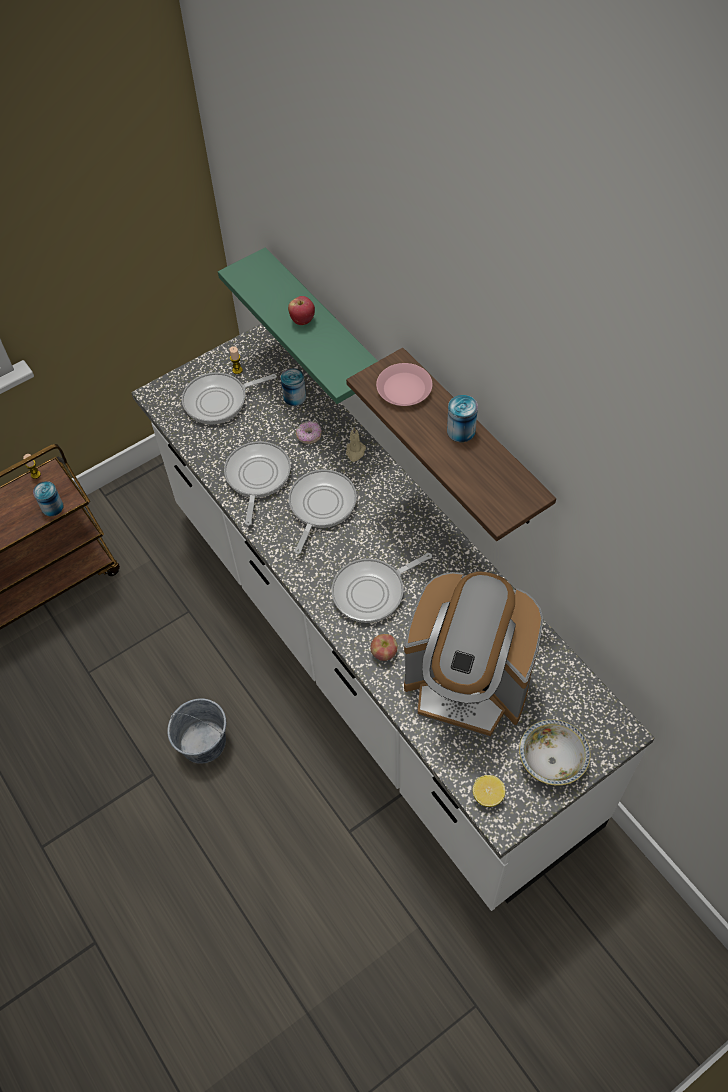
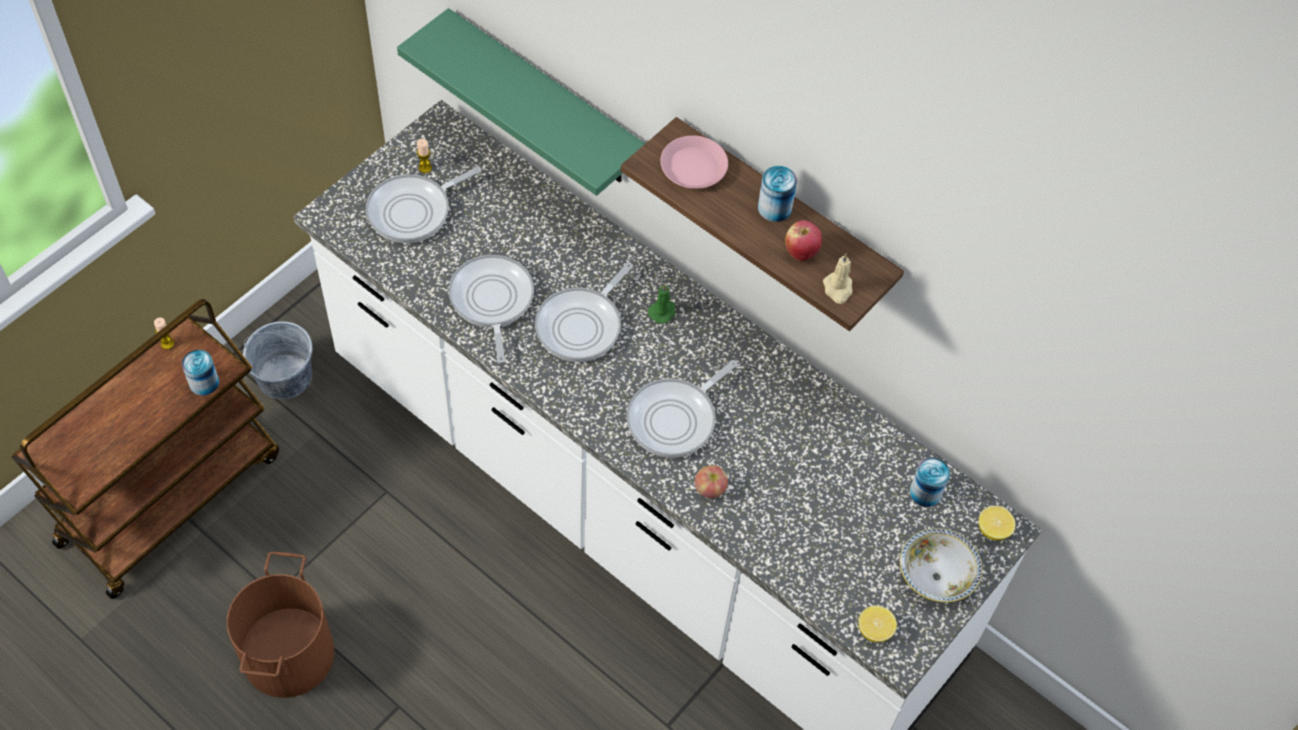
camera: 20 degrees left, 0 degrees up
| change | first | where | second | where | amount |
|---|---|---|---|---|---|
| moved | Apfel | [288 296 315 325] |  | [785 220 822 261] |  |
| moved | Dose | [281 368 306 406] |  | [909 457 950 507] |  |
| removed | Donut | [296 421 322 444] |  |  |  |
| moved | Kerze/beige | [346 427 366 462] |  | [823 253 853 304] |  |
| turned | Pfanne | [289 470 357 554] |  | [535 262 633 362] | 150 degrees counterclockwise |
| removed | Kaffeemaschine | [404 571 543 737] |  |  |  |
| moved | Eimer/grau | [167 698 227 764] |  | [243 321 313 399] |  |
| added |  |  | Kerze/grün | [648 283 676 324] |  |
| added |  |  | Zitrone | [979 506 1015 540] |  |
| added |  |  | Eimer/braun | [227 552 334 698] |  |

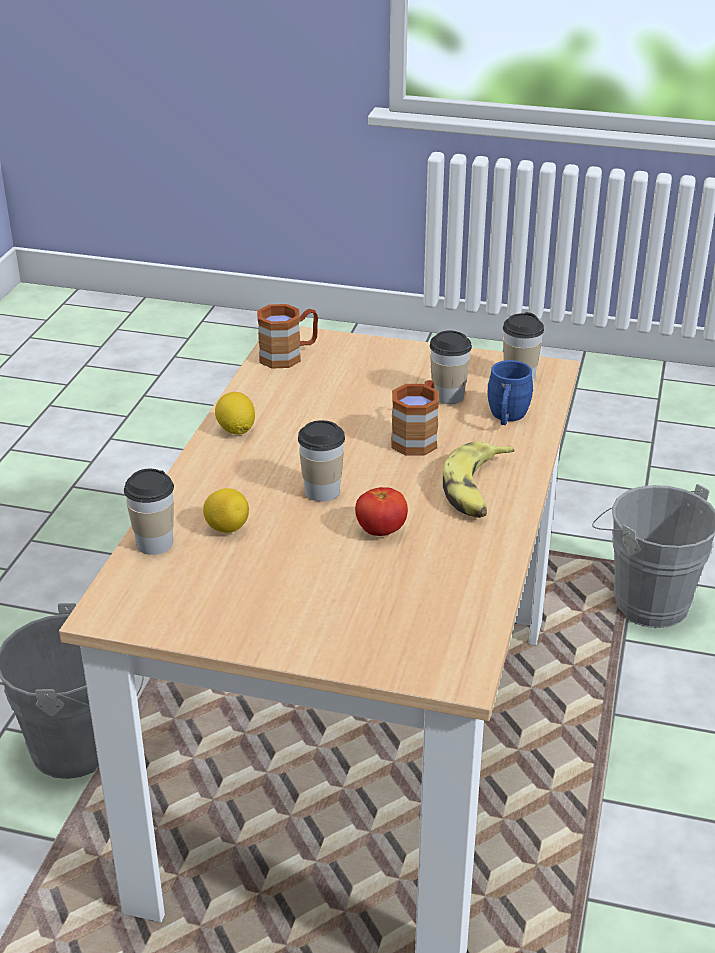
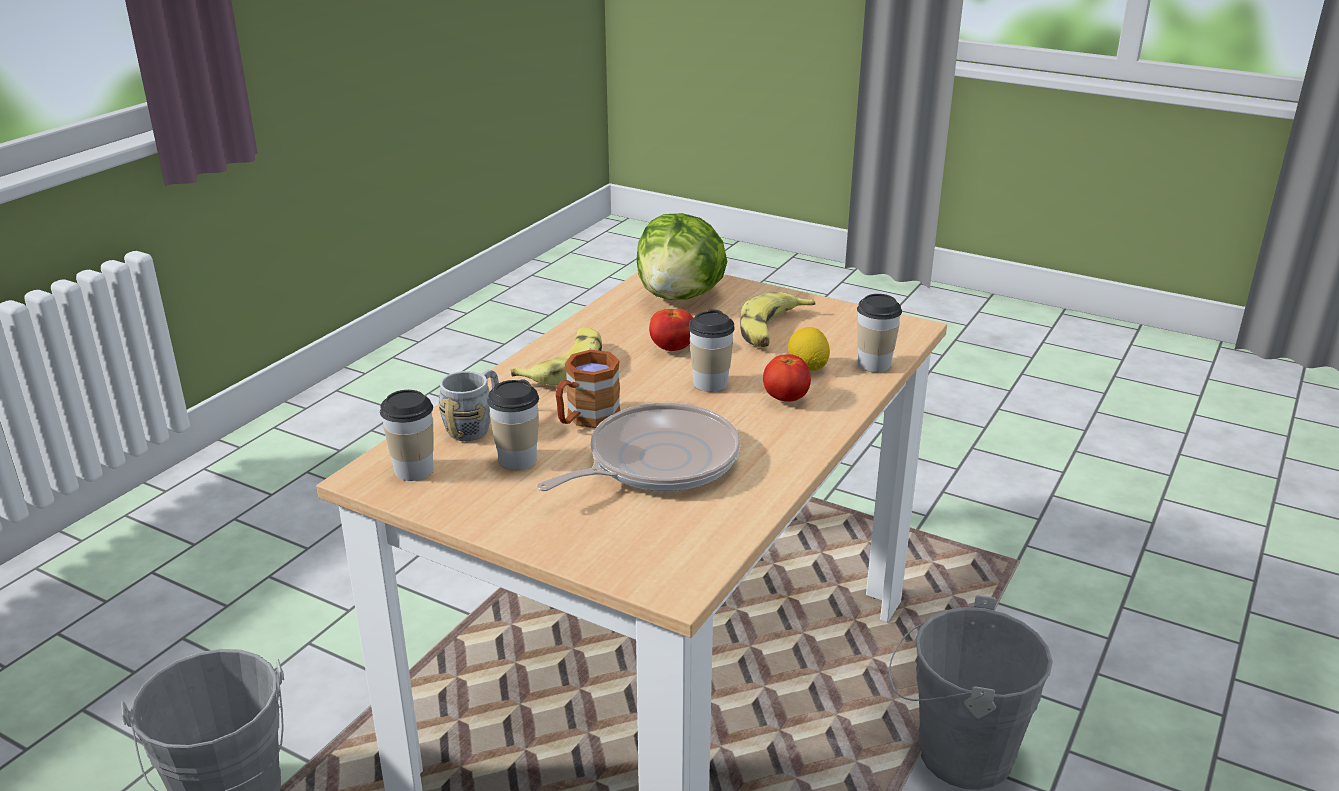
camera: 165 degrees left, 5 degrees down
| change | first | where | second | where | amount |
|---|---|---|---|---|---|
| removed | Henkelbecher/braun | [257 304 318 369] |  |  |  |
| recoloured | Henkelbecher/blau | [487 360 534 425] | Henkelbecher/grau | [438 369 499 441] |  |
| removed | Zitrone | [215 392 255 435] |  |  |  |
| added |  |  | Salatkopf | [636 213 727 300] |  |
| added |  |  | Banane | [740 292 816 348] |  |
| added |  |  | Tomate | [763 354 811 402] |  |
| added |  |  | Pfanne | [536 403 740 491] |  |

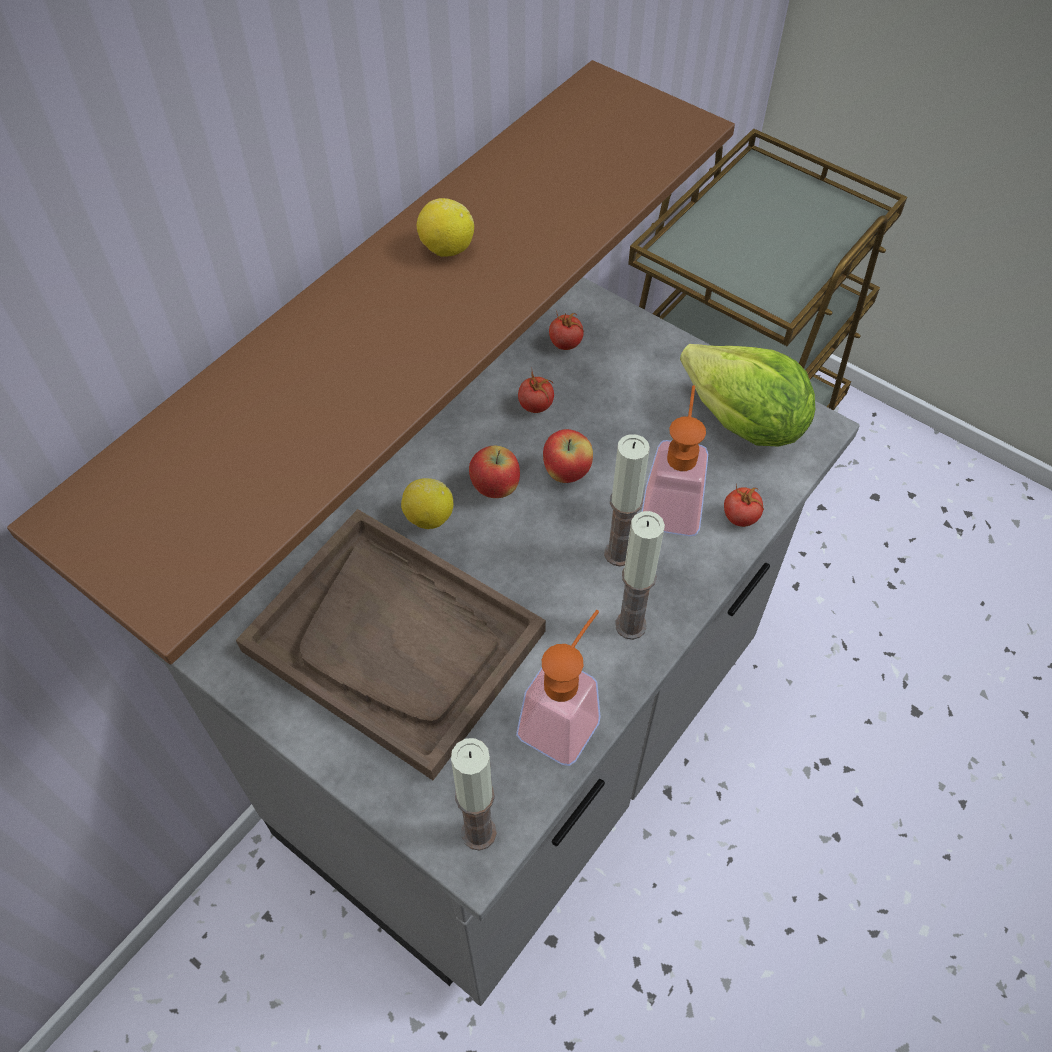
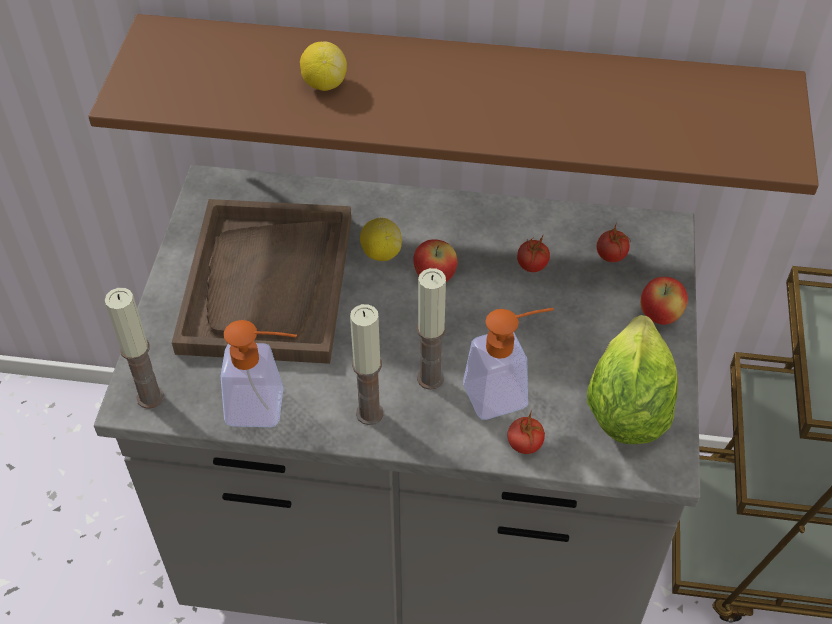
camera: 60 degrees right, 5 degrees down
| change | first | where | second | where | amount |
|---|---|---|---|---|---|
| moved | Zitrone | [417 198 474 257] |  | [300 41 347 91] |  |
| moved | Apfel | [543 429 593 483] |  | [640 277 688 325] |  |

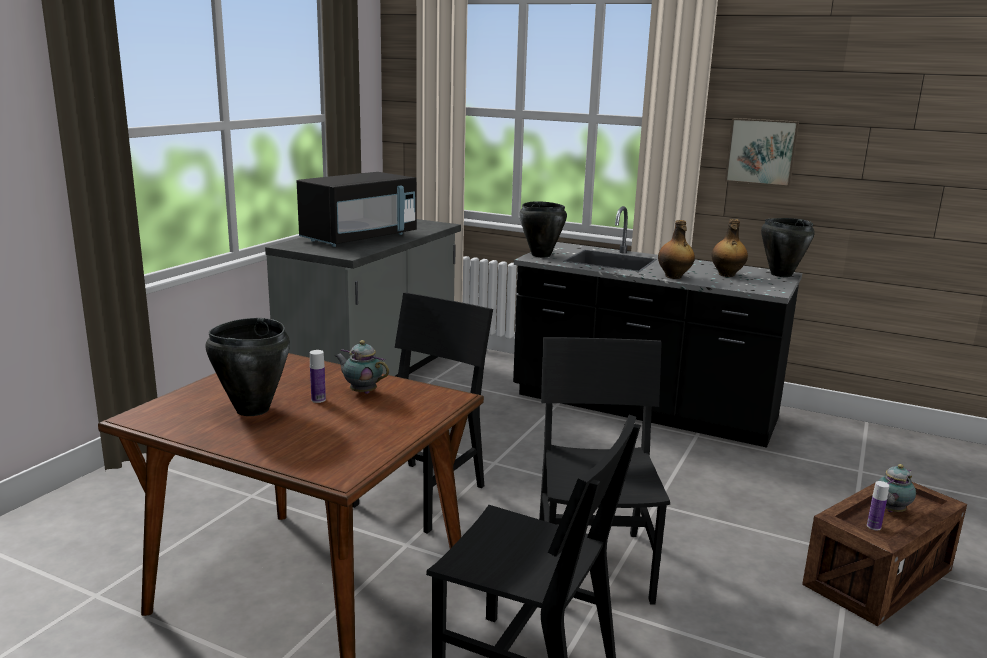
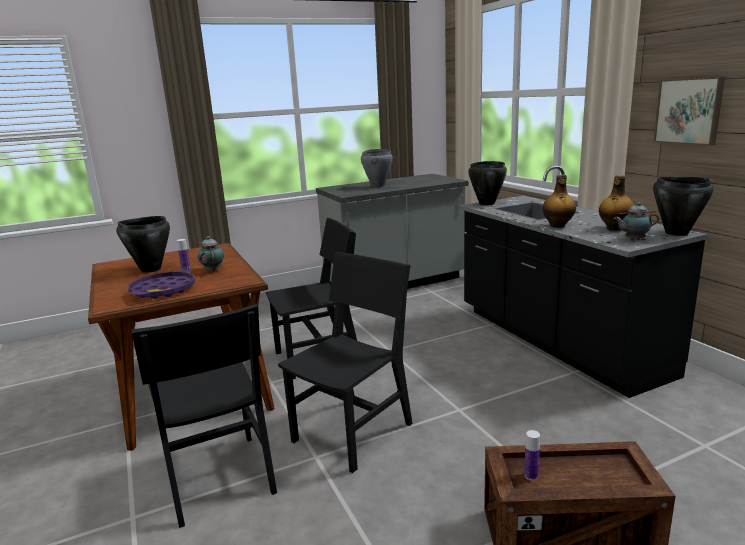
camera: 40 degrees right, 0 degrees up
| change | first | where | second | where | amount |
|---|---|---|---|---|---|
| replaced | Mikrowelle/schwarz | [297 172 417 247] | Kochtopf/grau | [361 149 393 187] |  |
| moved | Teekanne | [878 464 916 512] |  | [613 202 659 240] |  |
| added |  |  | Tablett/lila | [128 270 195 299] |  |

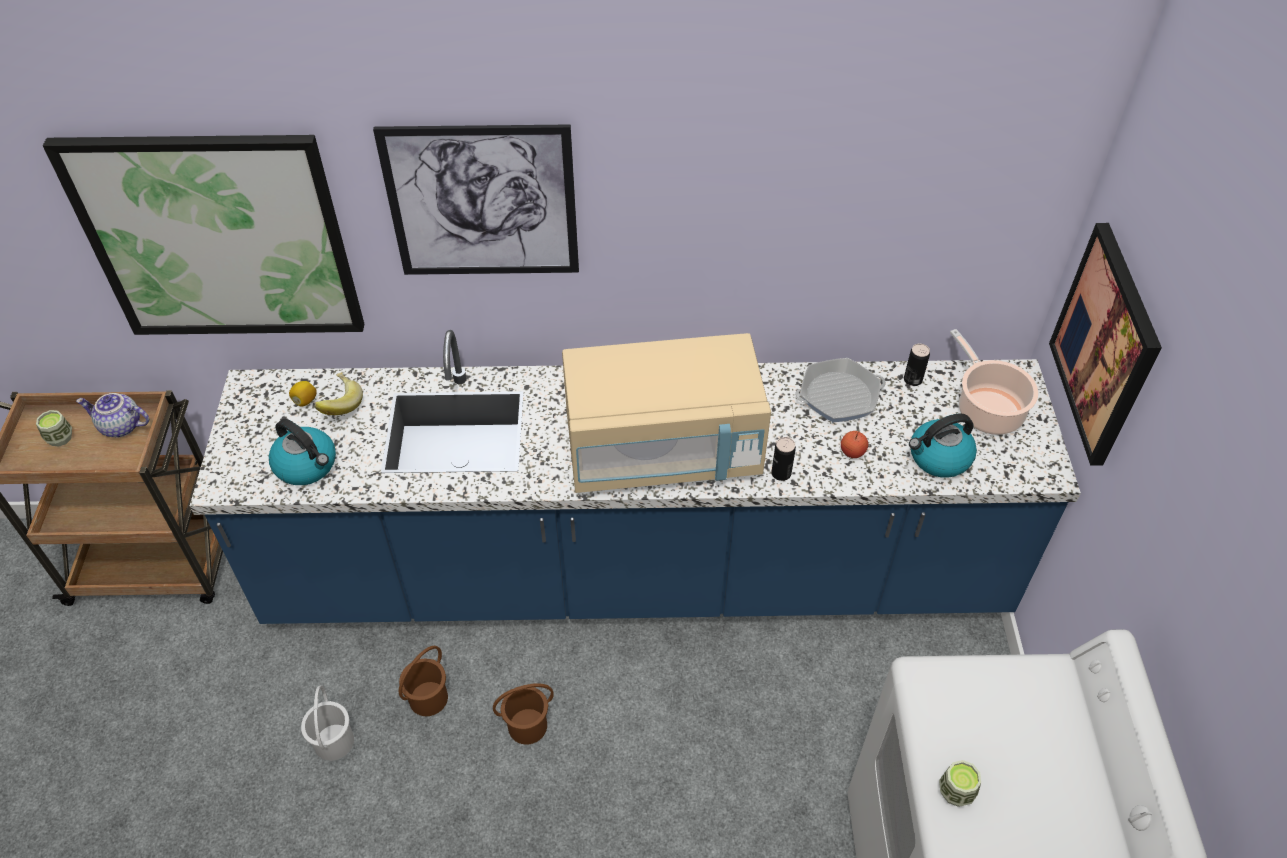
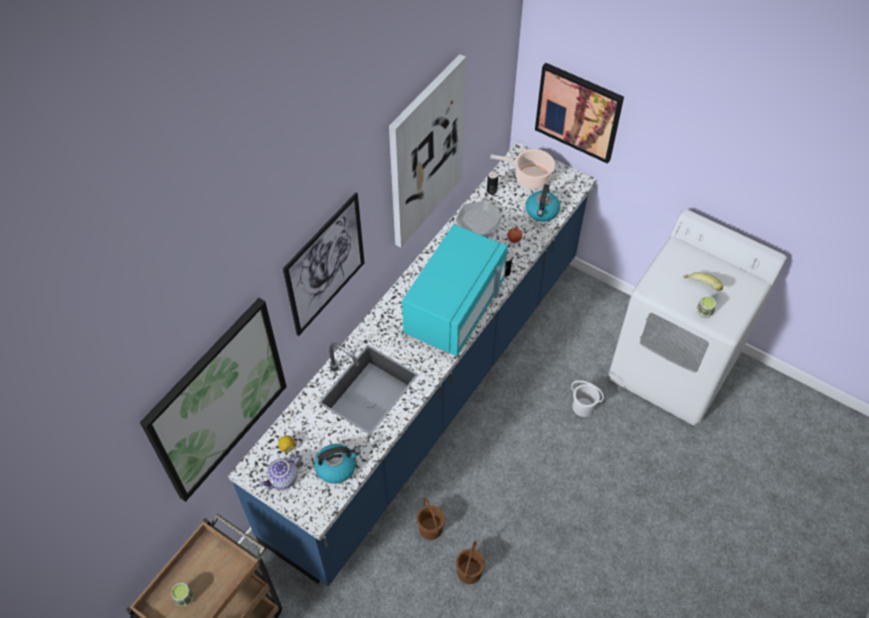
camera: 55 degrees left, 5 degrees up
| change | first | where | second | where | amount |
|---|---|---|---|---|---|
| recoloured | Mikrowelle/beige | [562 333 771 493] | Mikrowelle/türkis | [402 224 508 356] |  |
| moved | Banane | [314 372 363 415] |  | [682 272 723 291] |  |
| moved | Teekanne | [76 393 149 437] |  | [260 454 302 490] |  |
| moved | Eimer/braun | [493 683 554 745] |  | [456 541 485 584] |  |
| moved | Eimer/weiß | [301 686 354 761] |  | [571 380 604 417] |  |
| added |  |  | Bild | [389 54 466 247] |  |

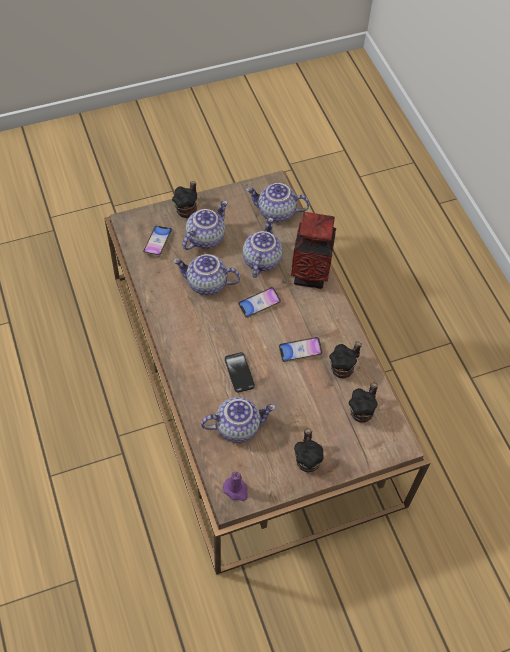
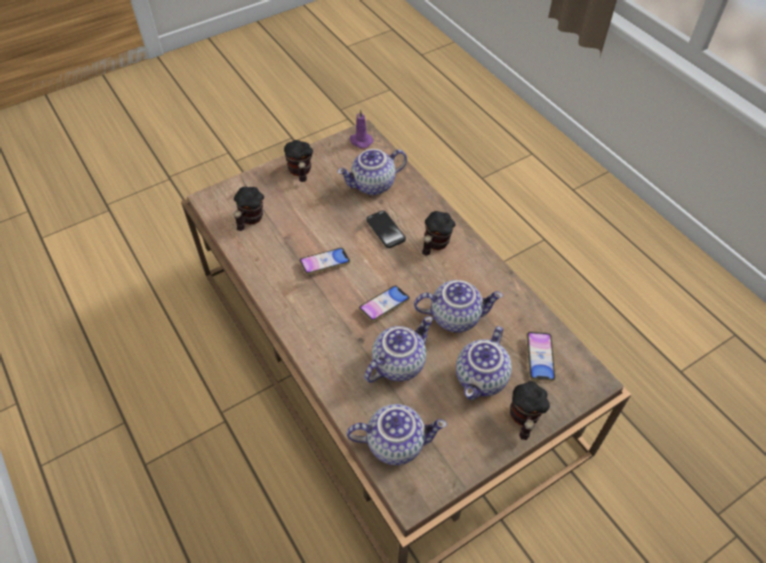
camera: 170 degrees right, 5 degrees down
| change | first | where | second | where | amount |
|---|---|---|---|---|---|
| removed | Vase | [291 212 336 289] |  |  |  |
| turned | Teekanne | [243 218 282 278] |  | [364 316 433 382] | 135 degrees counterclockwise |
| moved | Henkelbecher | [329 342 362 379] |  | [422 211 456 256] |  |

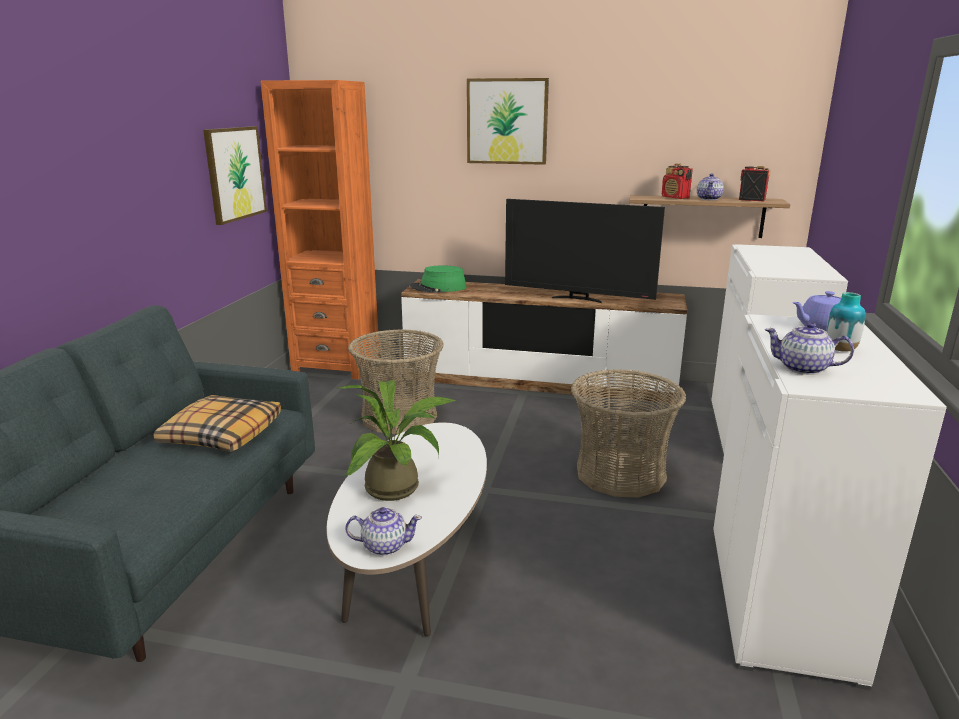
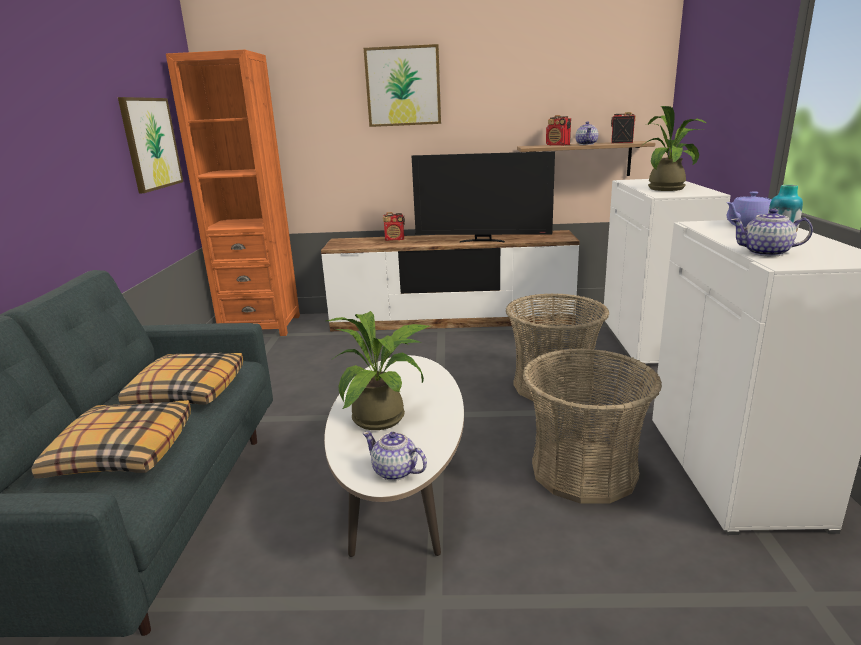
camera: 10 degrees left, 0 degrees up
| change | first | where | second | where | amount |
|---|---|---|---|---|---|
| removed | Hut/grün | [410 266 467 293] |  |  |  |
| moved | Korb | [348 329 444 434] |  | [522 349 662 504] |  |
| turned | Teekanne | [345 507 422 556] |  | [363 431 427 481] | 135 degrees counterclockwise |
| added |  |  | Topfpflanze | [641 106 706 191] |  |
| added |  |  | Radio | [383 212 405 241] |  |
| added |  |  | Kissen | [31 400 191 479] |  |

